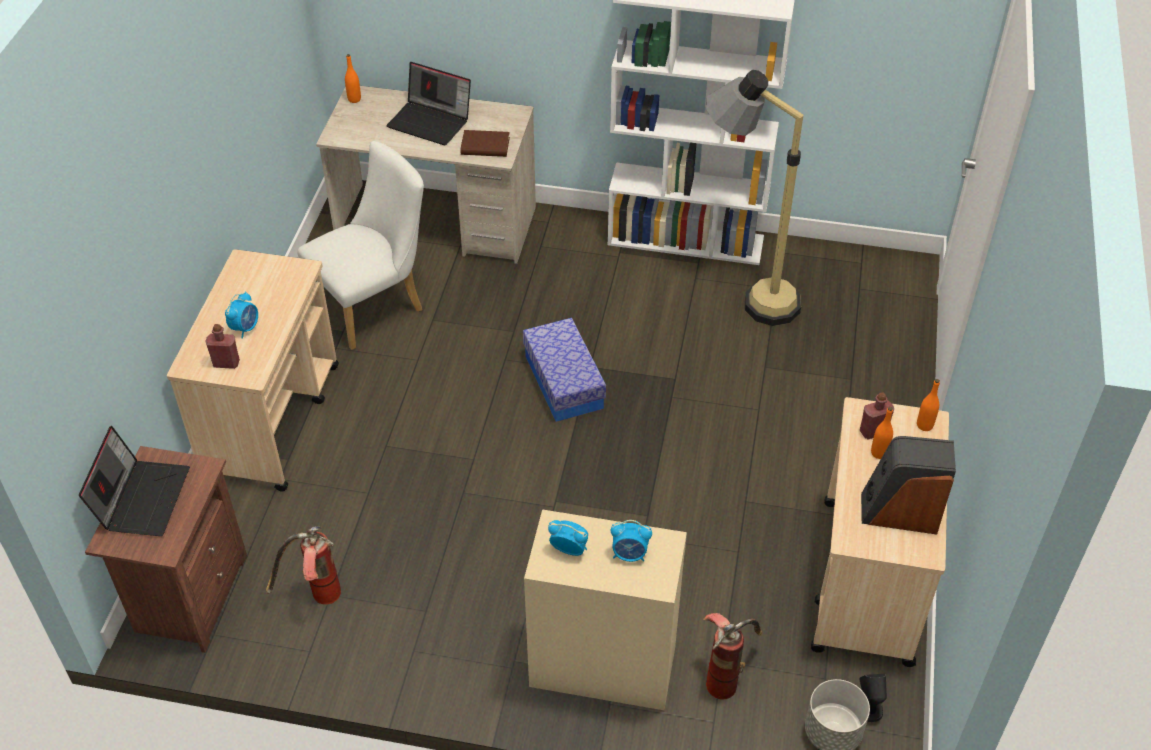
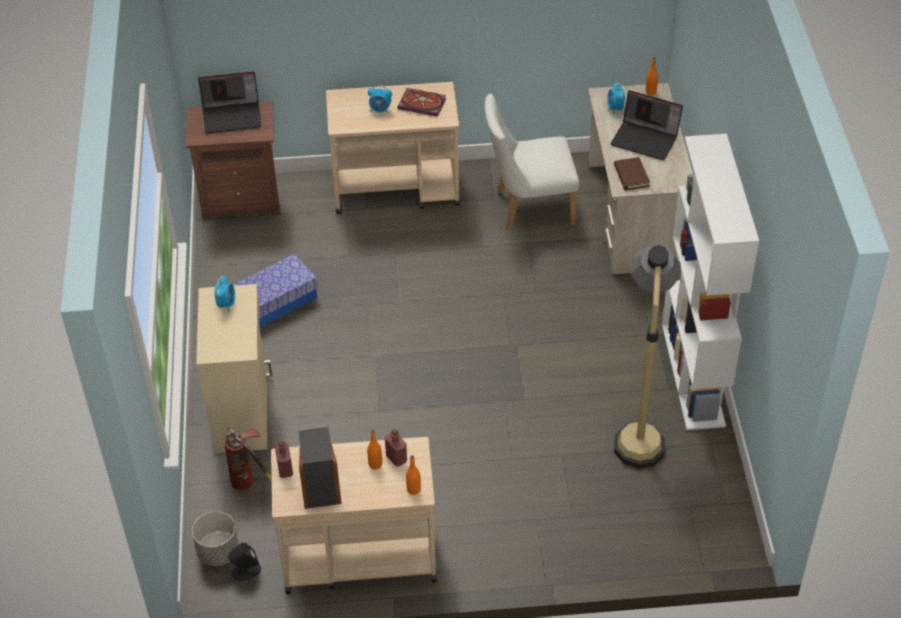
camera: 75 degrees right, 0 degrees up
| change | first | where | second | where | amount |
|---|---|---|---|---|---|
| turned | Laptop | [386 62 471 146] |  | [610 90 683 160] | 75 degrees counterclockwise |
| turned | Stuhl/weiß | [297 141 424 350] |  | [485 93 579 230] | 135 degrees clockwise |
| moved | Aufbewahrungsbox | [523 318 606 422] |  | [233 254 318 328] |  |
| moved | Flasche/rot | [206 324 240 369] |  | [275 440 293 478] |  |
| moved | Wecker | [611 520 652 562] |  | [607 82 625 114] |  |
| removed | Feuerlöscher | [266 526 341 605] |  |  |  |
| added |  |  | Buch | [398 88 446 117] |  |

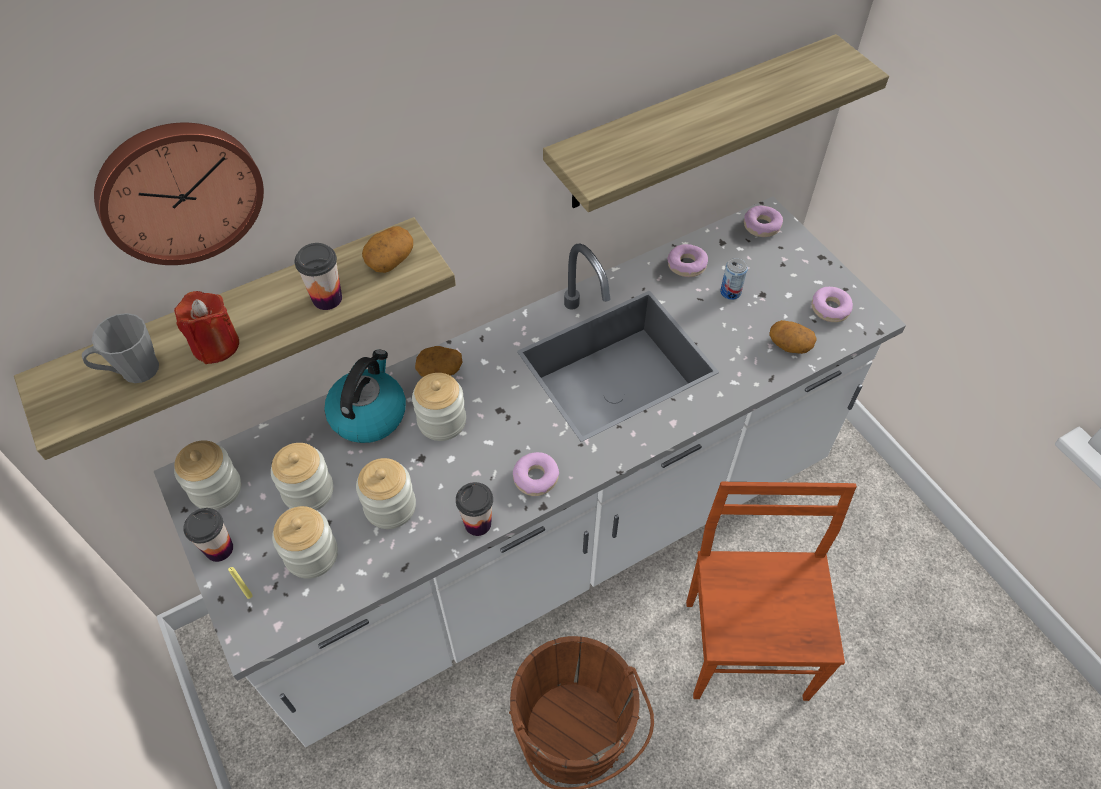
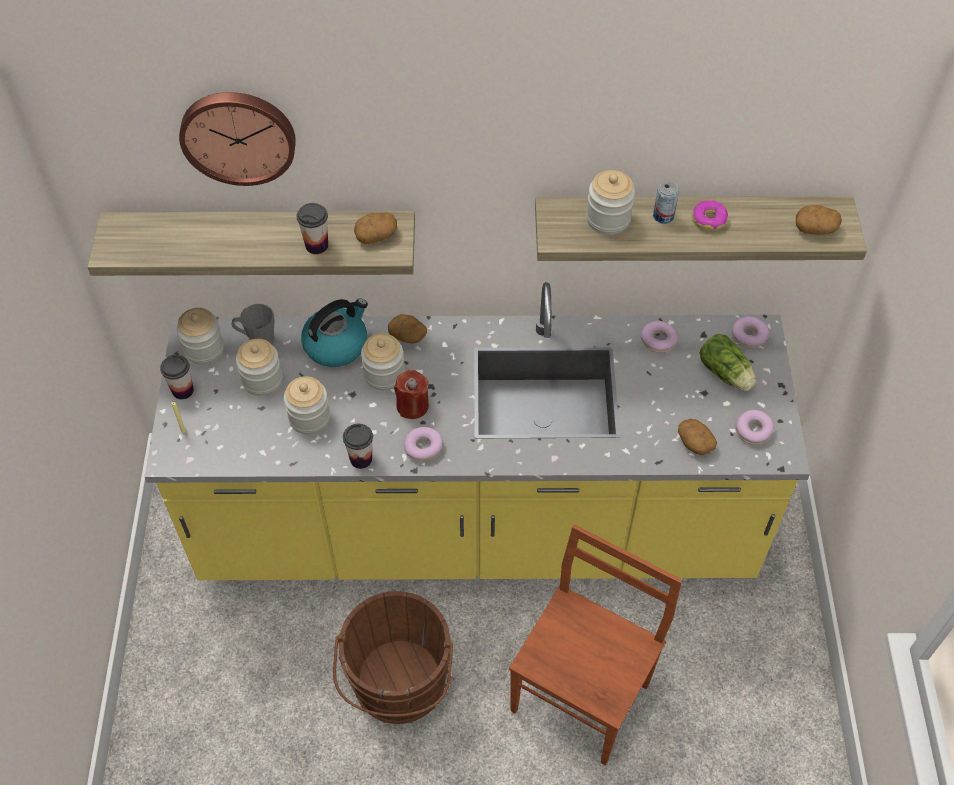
camera: 30 degrees right, 0 degrees up
| change | first | where | second | where | amount |
|---|---|---|---|---|---|
| recoloured | Küchenzeile/weiß | [154 196 906 747] | Küchenzeile/gelb | [144 282 810 580] |  |
| moved | Dose | [720 258 748 300] |  | [653 181 679 224] |  |
| moved | Kerze/rot | [174 291 239 364] |  | [394 370 429 419] |  |
| moved | Henkelbecher/grau | [82 313 159 383] |  | [232 303 274 344] |  |
| moved | Vorratsglas | [272 506 338 579] |  | [586 170 635 235] |  |
| added |  |  | Donut | [692 200 728 231] |  |
| added |  |  | Kartoffel | [796 205 842 234] |  |
| added |  |  | Salatkopf | [699 334 756 391] |  |

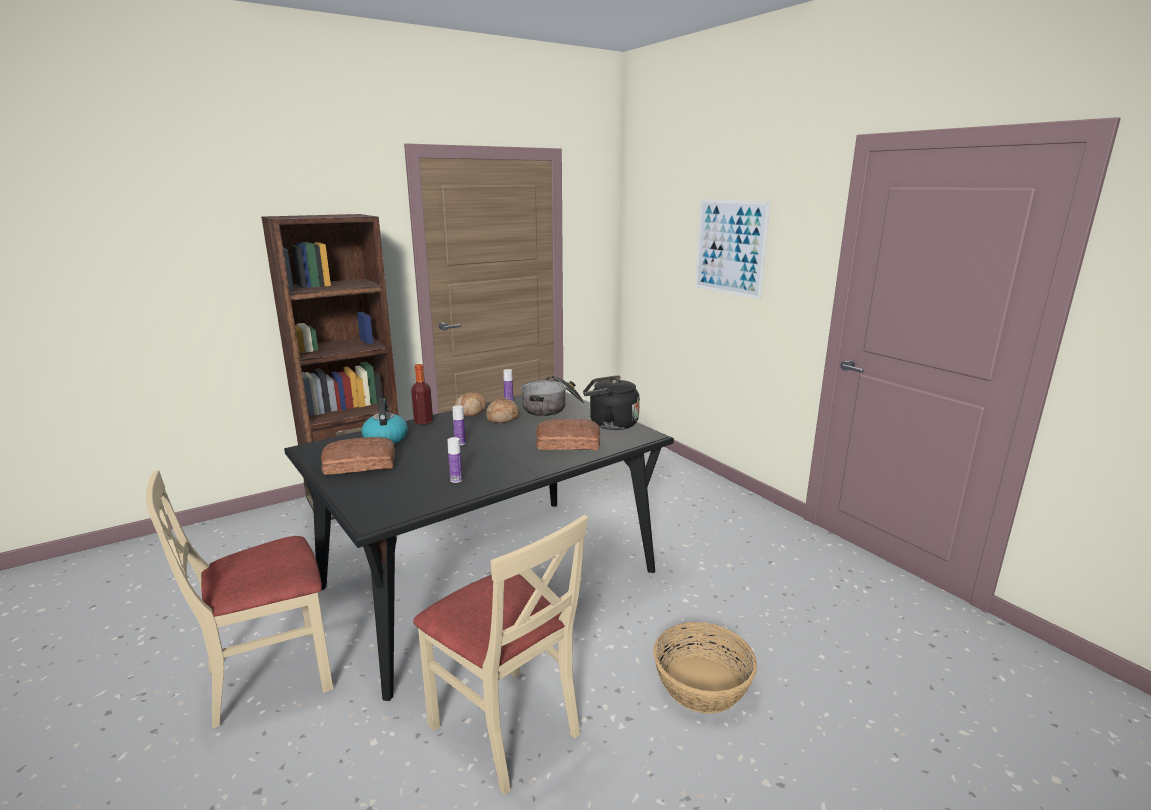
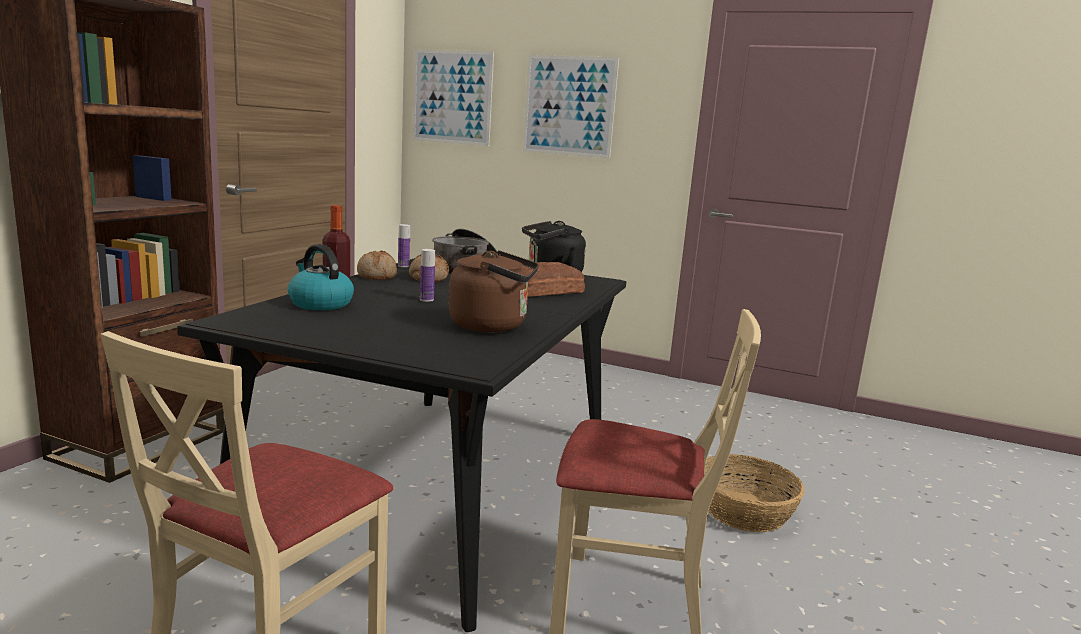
camera: 35 degrees left, 5 degrees down
| change | first | where | second | where | amount |
|---|---|---|---|---|---|
| removed | Brot | [321 437 395 475] |  |  |  |
| replaced | Flasche | [447 437 462 483] | Wasserkessel/braun | [449 251 539 332] |  |
| added |  |  | Bild | [413 50 494 146] |  |

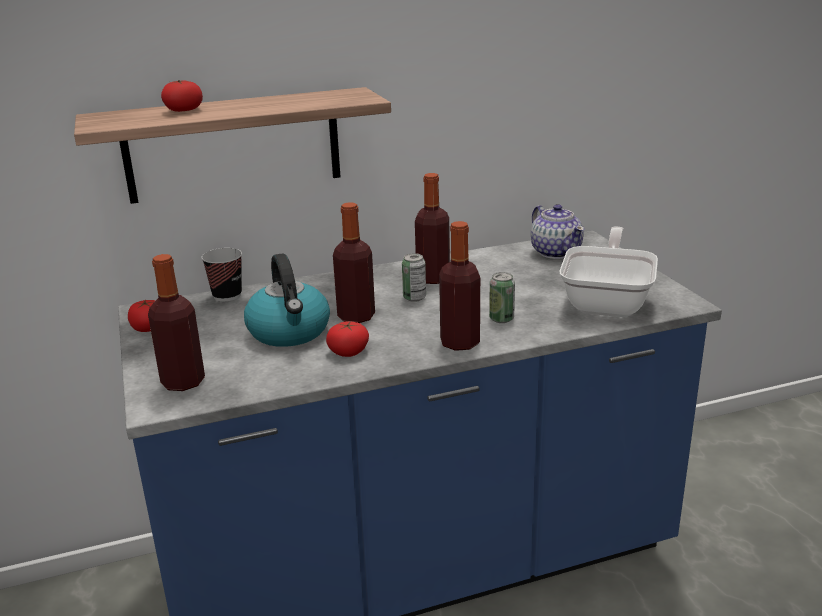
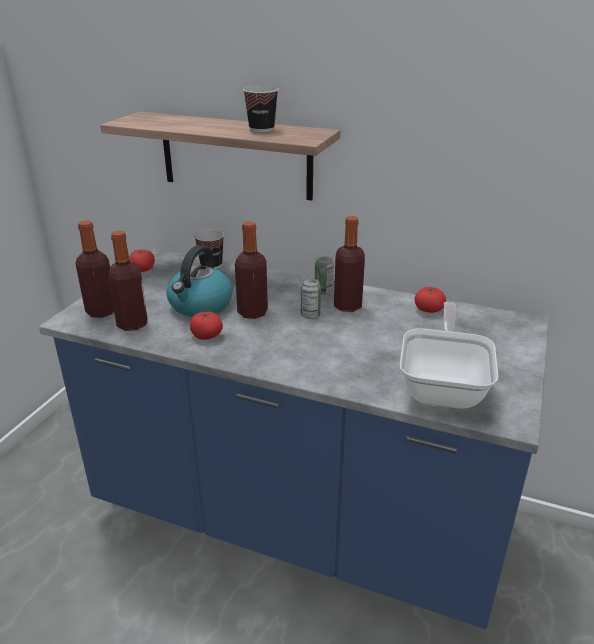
camera: 40 degrees right, 5 degrees up
| change | first | where | second | where | amount |
|---|---|---|---|---|---|
| moved | Tomate | [161 80 203 112] |  | [415 287 446 313] |  |
| removed | Teekanne | [531 204 584 259] |  |  |  |
| moved | Flasche | [439 221 480 351] |  | [108 230 147 331] |  |
| turned | Pfanne | [560 227 658 317] |  | [400 302 498 409] | 45 degrees counterclockwise |
| moved | Dose | [489 272 515 323] |  | [315 257 334 295] |  |
| added |  |  | Tasse | [243 86 278 132] |  |

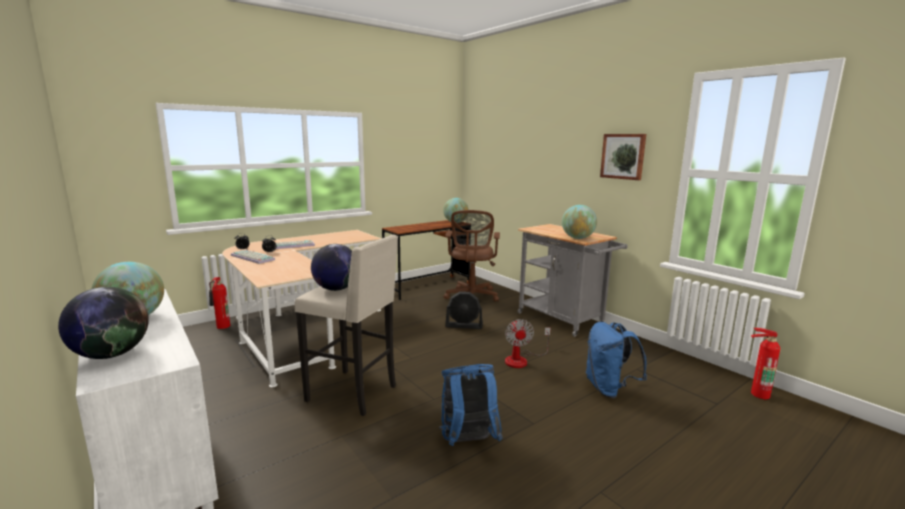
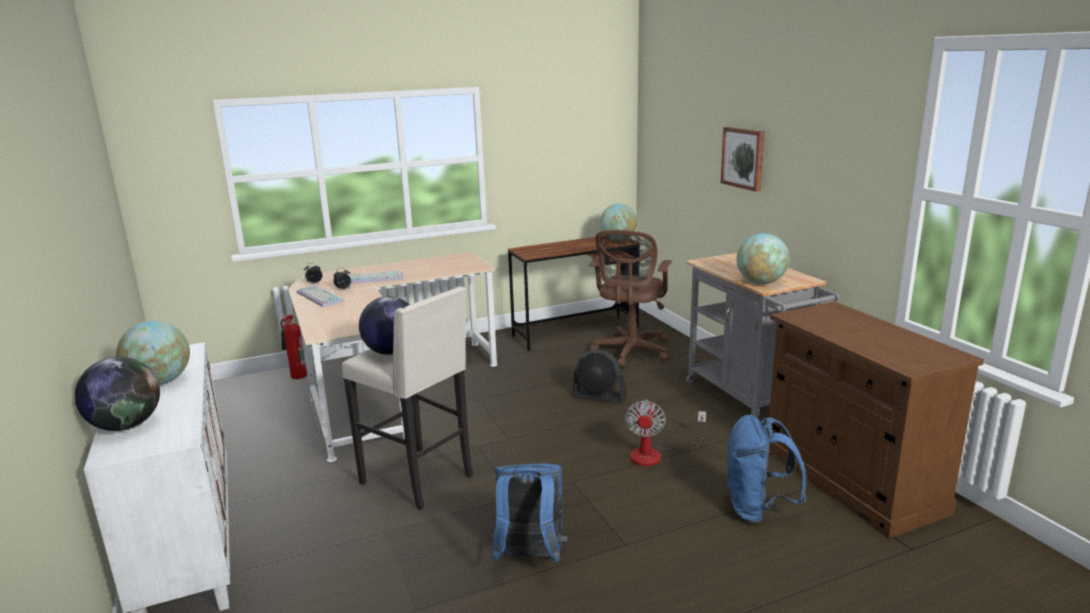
camera: 15 degrees right, 5 degrees up
| change | first | where | second | where | amount |
|---|---|---|---|---|---|
| moved | Bild | [600 134 646 180] |  | [721 127 765 192] |  |
| removed | Feuerlöscher | [751 328 780 399] |  |  |  |
| added |  |  | Schrank/braun | [769 301 984 538] |  |

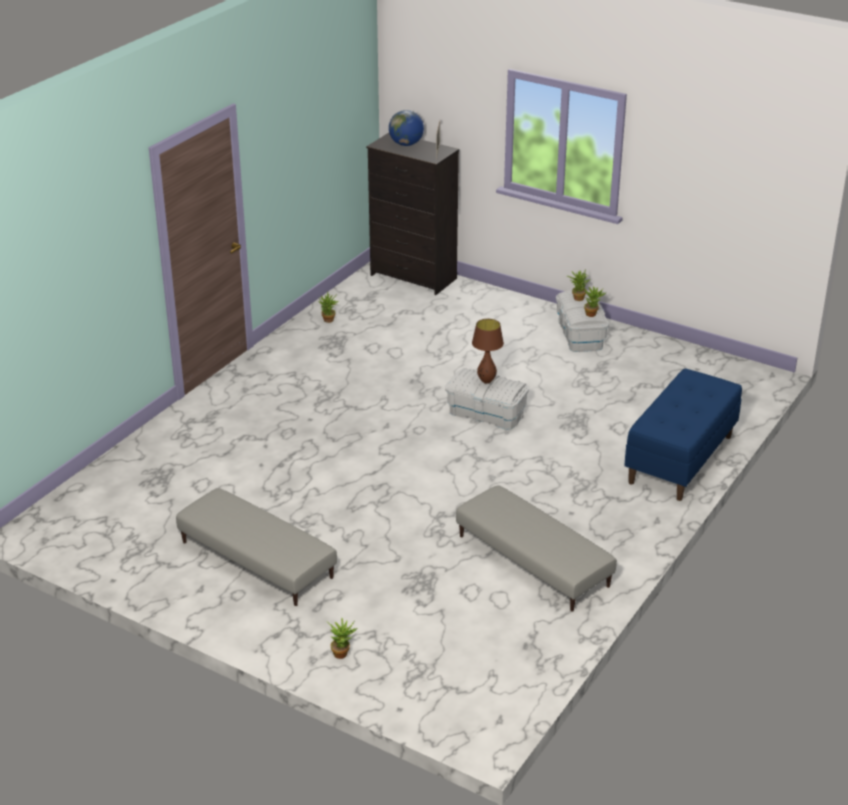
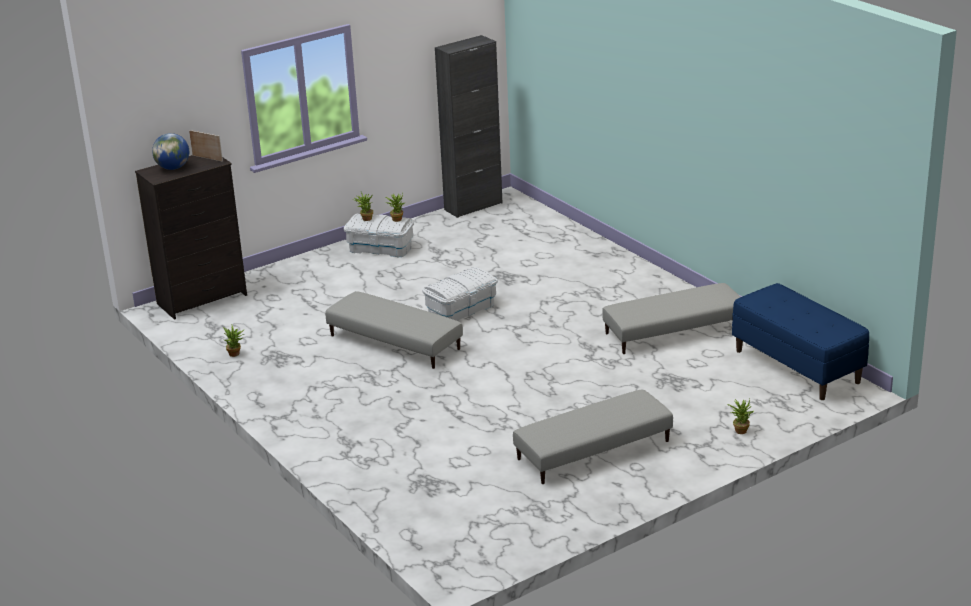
camera: 65 degrees left, 5 degrees down
| change | first | where | second | where | amount |
|---|---|---|---|---|---|
| removed | Tischlampe/braun | [472 319 504 384] |  |  |  |
| moved | Bank/blau | [624 368 742 501] |  | [732 283 869 400] |  |
| added |  |  | Schrank/schwarz | [435 35 503 218] |  |
| added |  |  | Polsterhocker/grau | [325 291 463 369] |  |

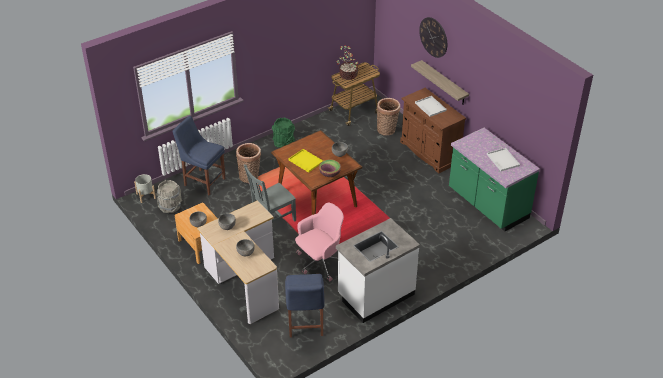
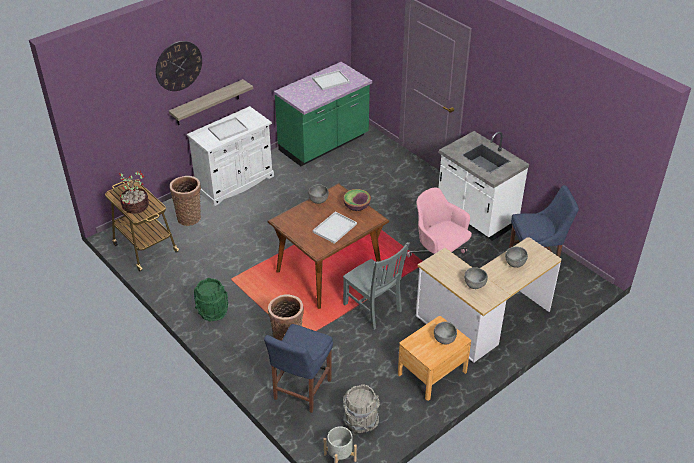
camera: 95 degrees left, 0 degrees up
| change | first | where | second | where | amount |
|---|---|---|---|---|---|
| recoloured | Schrank/braun | [400 88 466 173] | Schrank/weiß | [187 106 274 206] |  |
| recoloured | Tablett/gelb | [288 149 323 172] | Tablett/weiß | [313 212 357 244] |  |

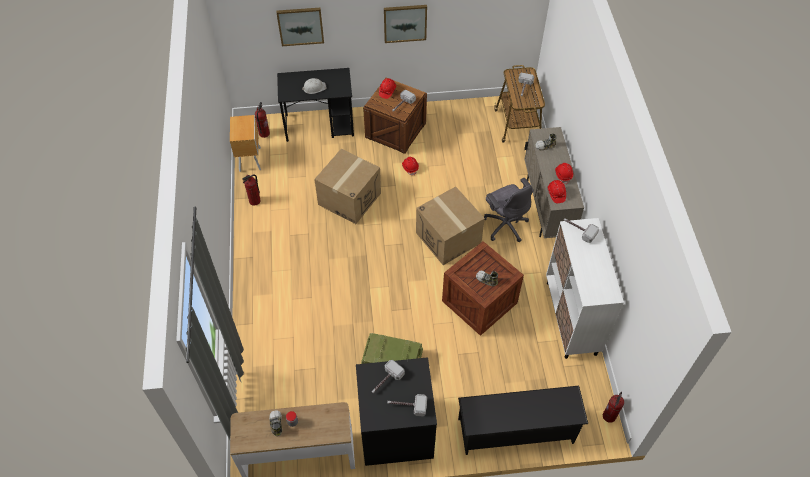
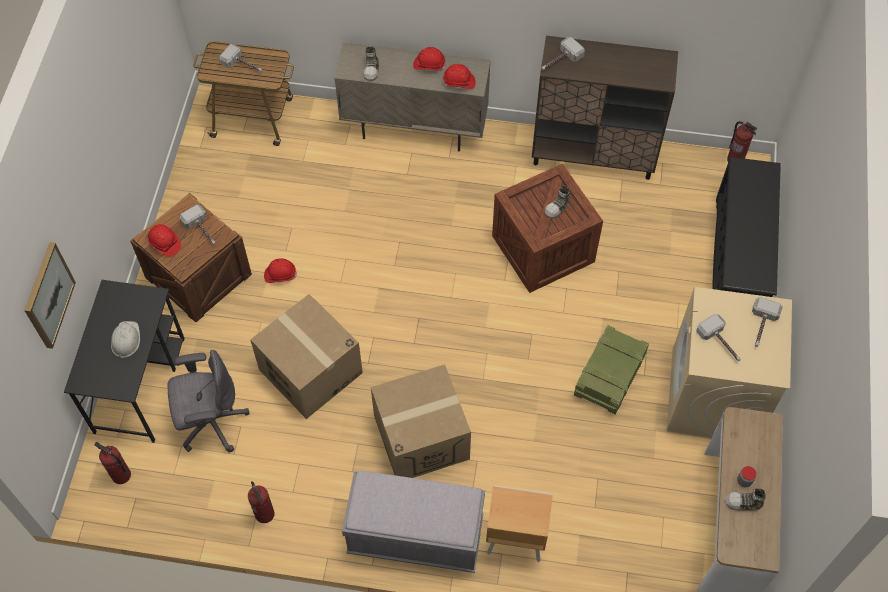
camera: 75 degrees left, 5 degrees up
| change | first | where | second | where | amount |
|---|---|---|---|---|---|
| removed | Bild | [384 5 427 43] |  |  |  |
| moved | Nachttisch/braun | [230 115 261 172] |  | [486 485 553 562] |  |
| moved | Bürostuhl/grau | [484 178 534 242] |  | [167 350 249 452] |  |
| moved | Karton | [416 186 485 265] |  | [371 364 471 478] |  |
| recoloured | Schrank/weiß | [546 218 624 359] | Schrank/braun | [532 36 678 180] |  |
| recoloured | Waschmaschine/schwarz | [356 357 437 466] | Waschmaschine/beige | [667 287 792 438] |  |
| added |  |  | Bank/grau | [342 471 485 573] |  |

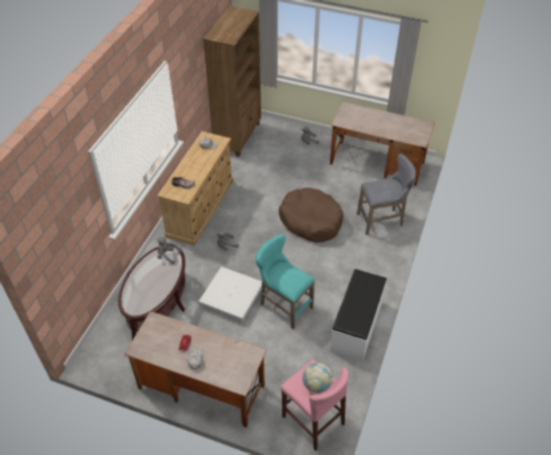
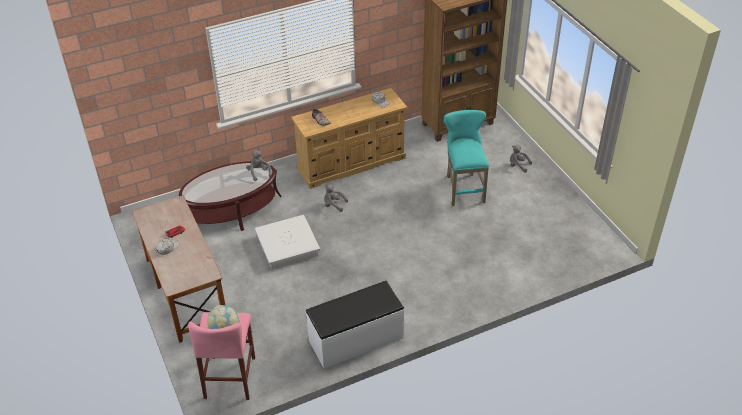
camera: 45 degrees right, 5 degrees down
| change | first | where | second | where | amount |
|---|---|---|---|---|---|
| removed | Schreibtisch | [330 102 435 186] |  |  |  |
| removed | Hocker/grau | [357 154 416 235] |  |  |  |
| removed | Hundebett/braun | [279 188 344 243] |  |  |  |
| moved | Hocker/türkis | [256 234 315 330] |  | [444 110 489 206] |  |

